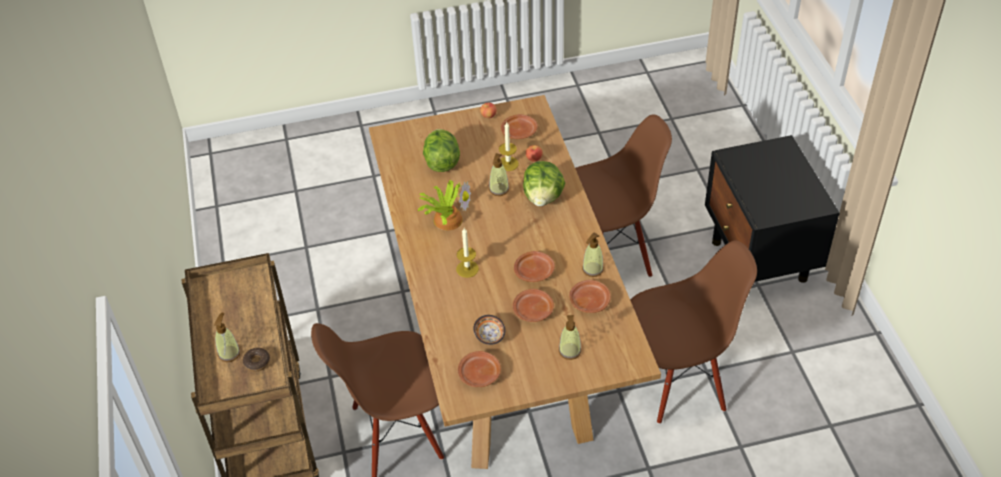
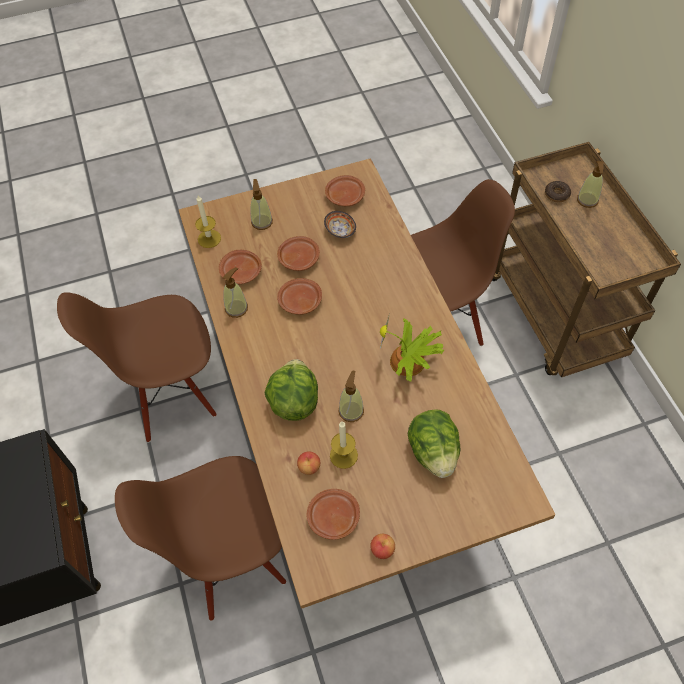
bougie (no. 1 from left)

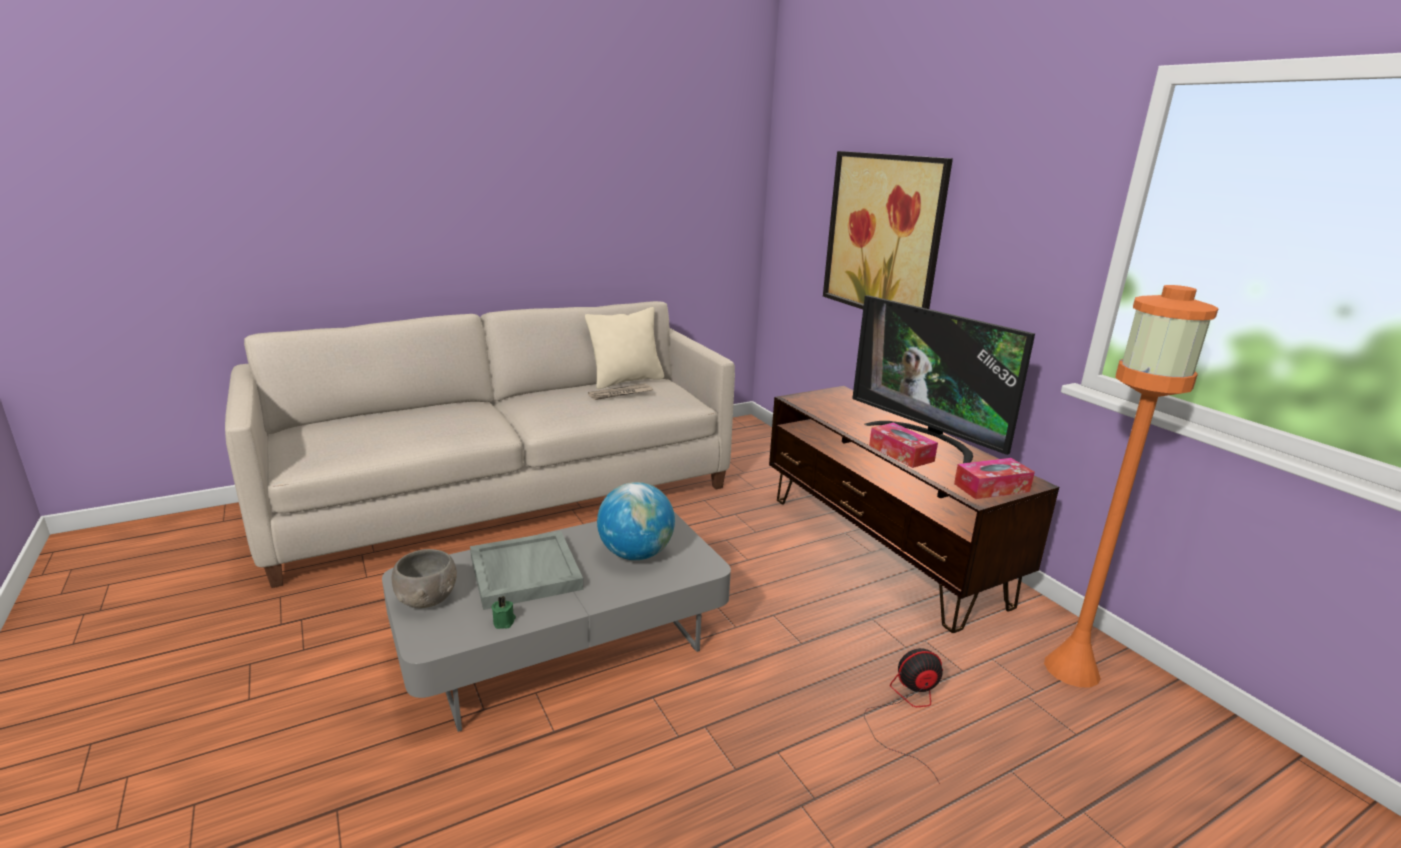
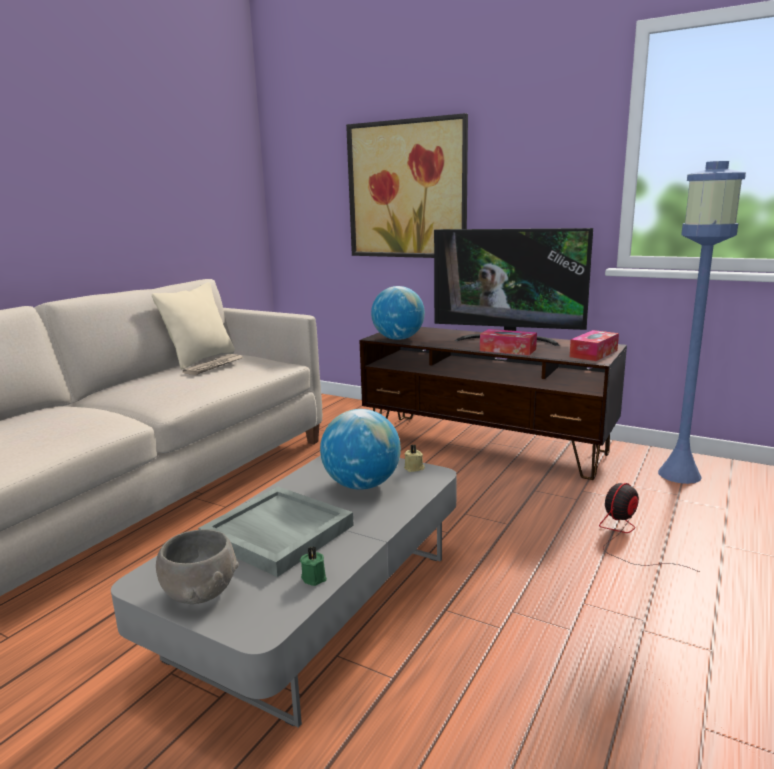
globe (no. 2 from left)
bougie/beige
lampadaire/bleu

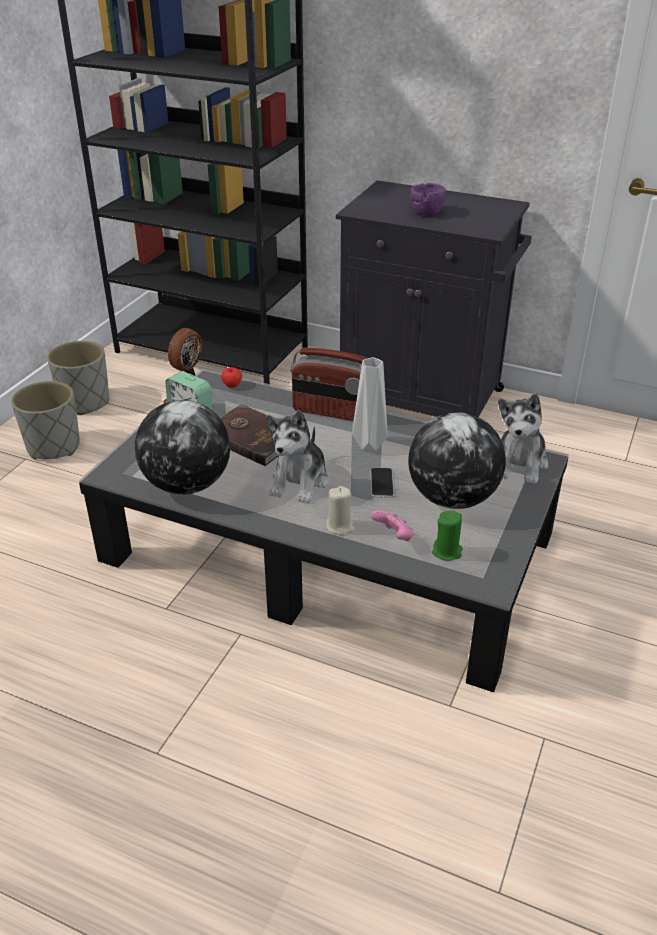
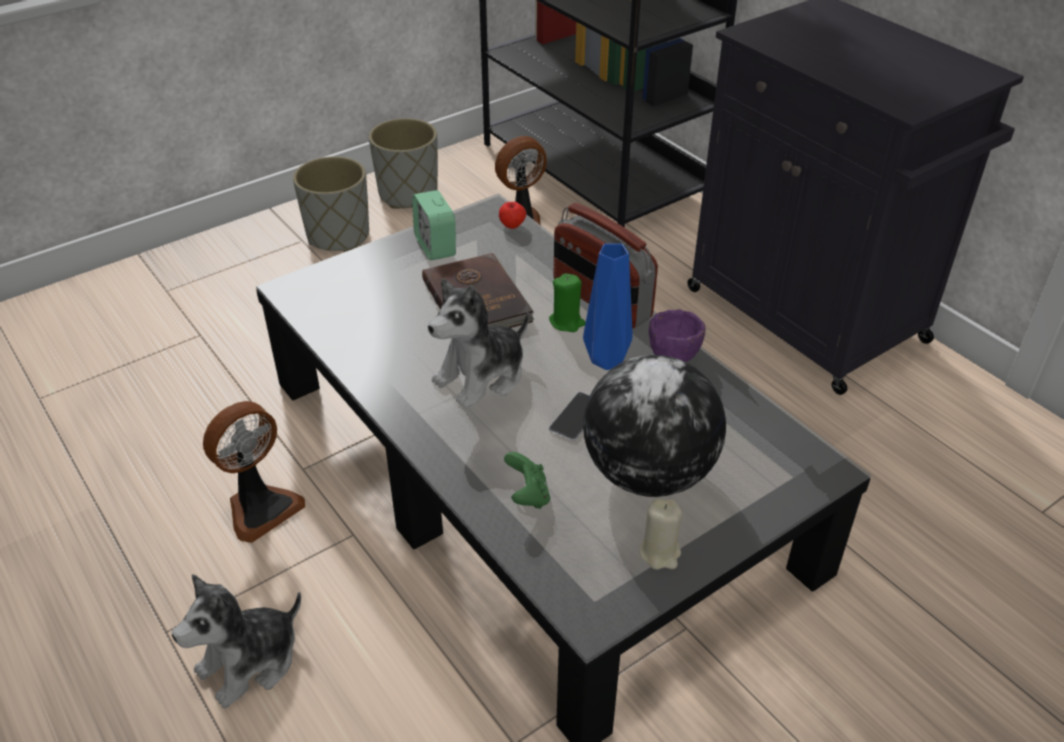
peluche (no. 1 from left)
ventilateur (no. 1 from left)
manette/vert
bougie/vert
vase/bleu
bougie/beige
bol/violet
globe (no. 1 from left in the first image)

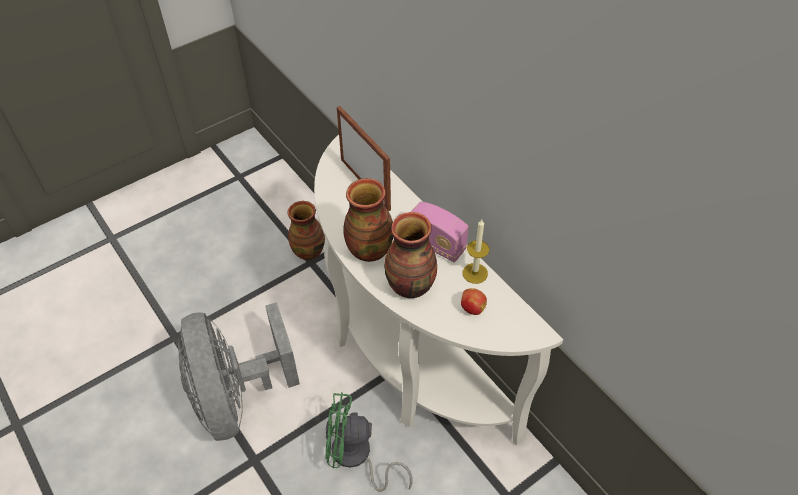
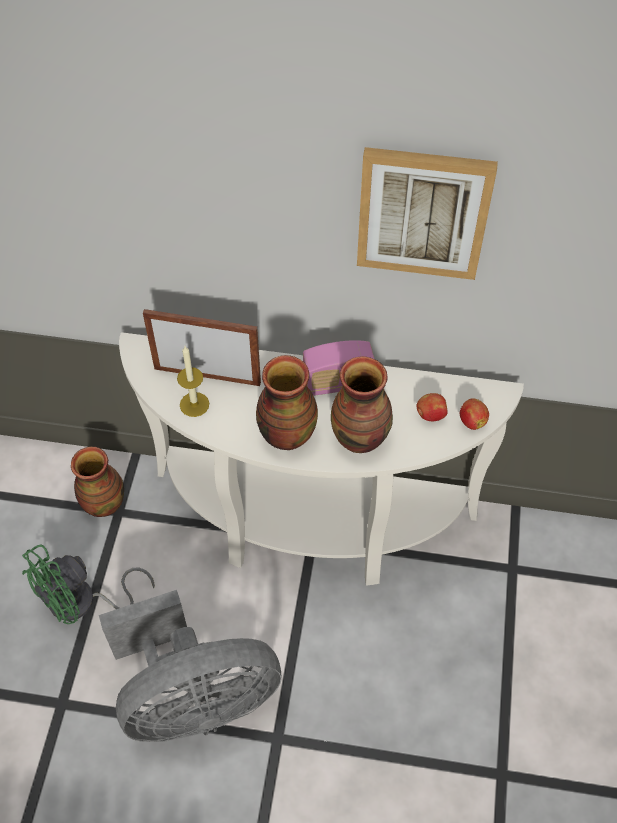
ventilateur/vert
ventilateur/gris
bougie
tableau
pomme (no. 2 from left)

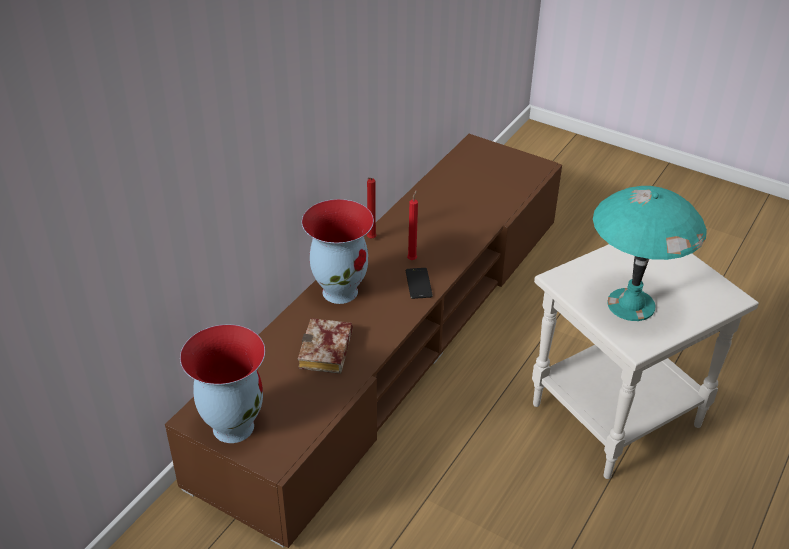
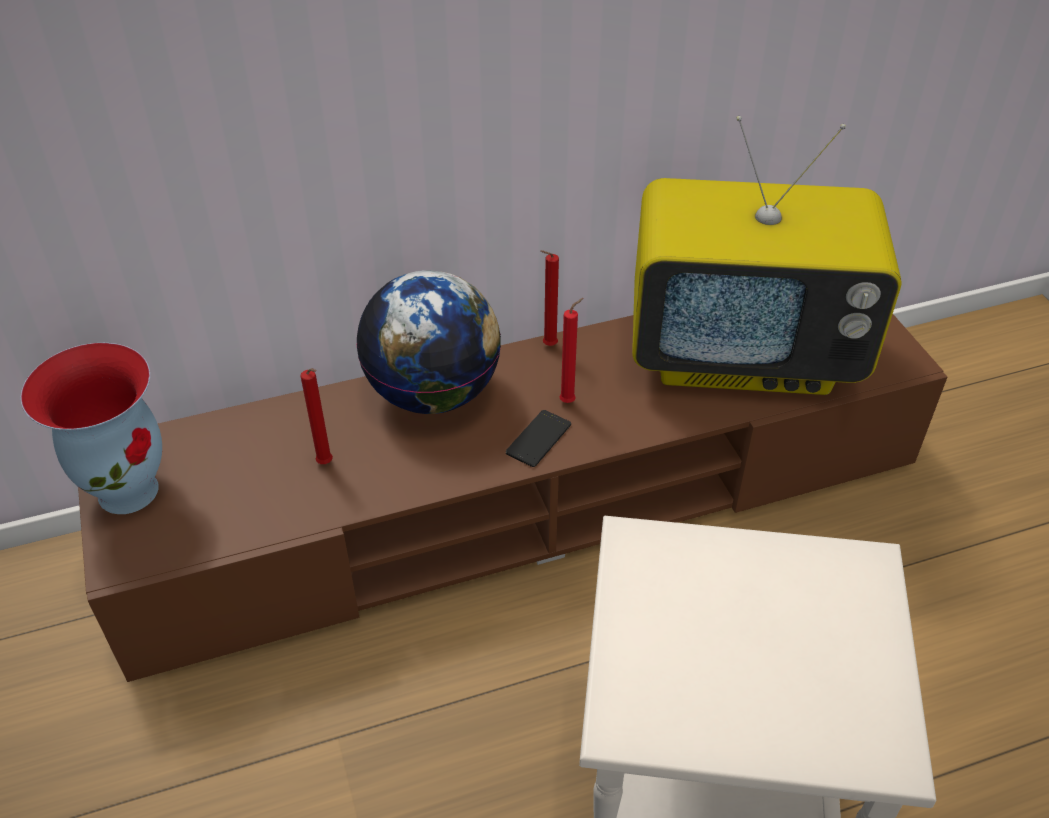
bougie/rouge (no. 1 from left)
globe
téléviseur
lampe de table/turquoise

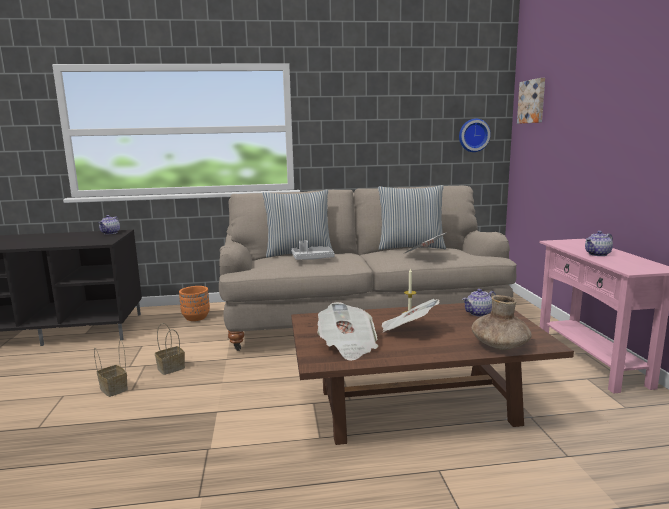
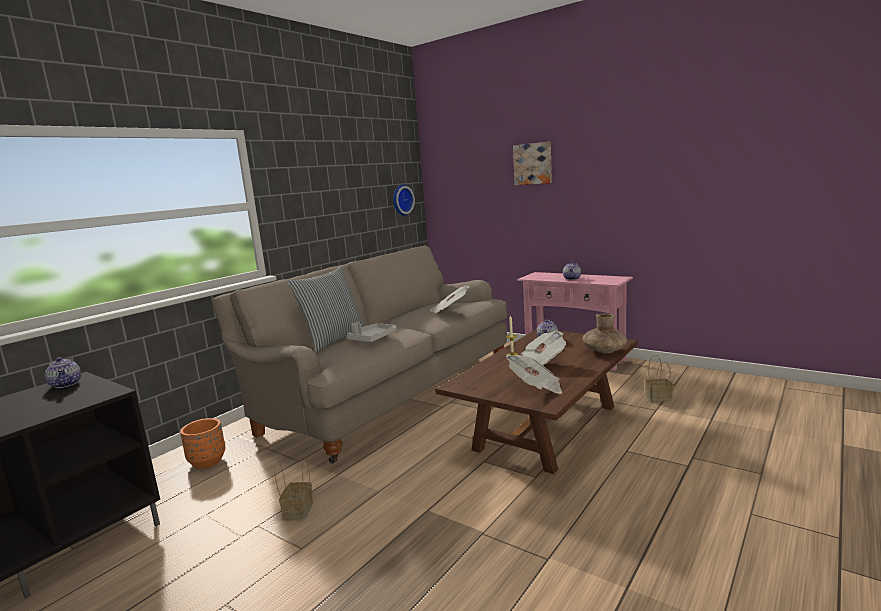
tableau
panier (no. 2 from left)
coussin (no. 2 from left in the first image)

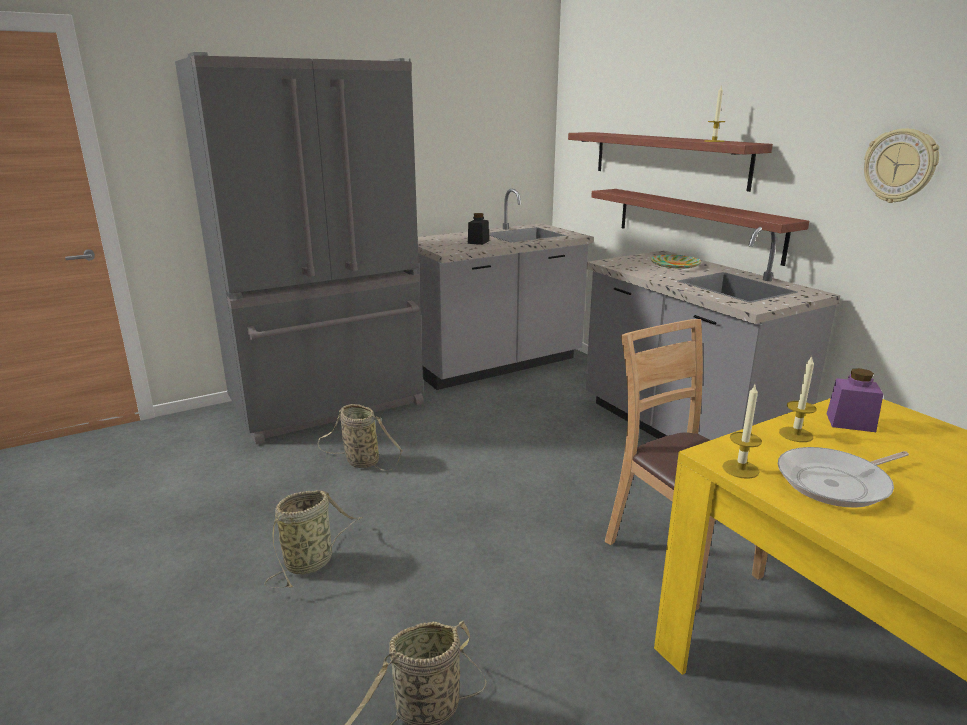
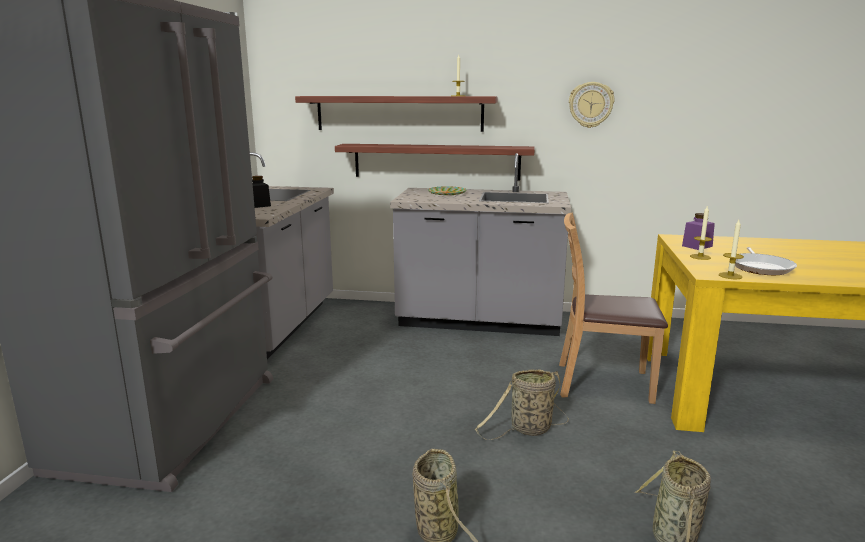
panier (no. 2 from left)

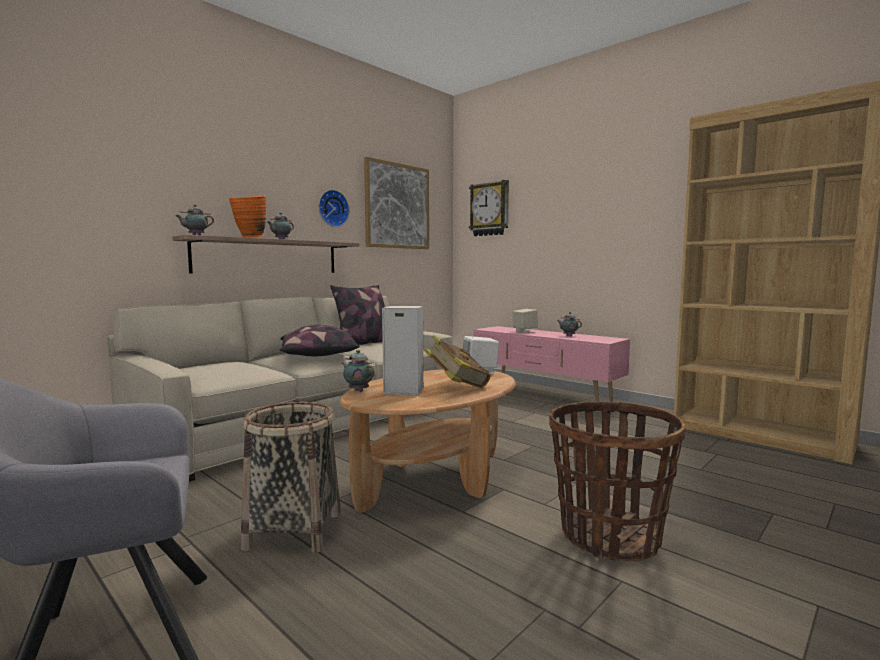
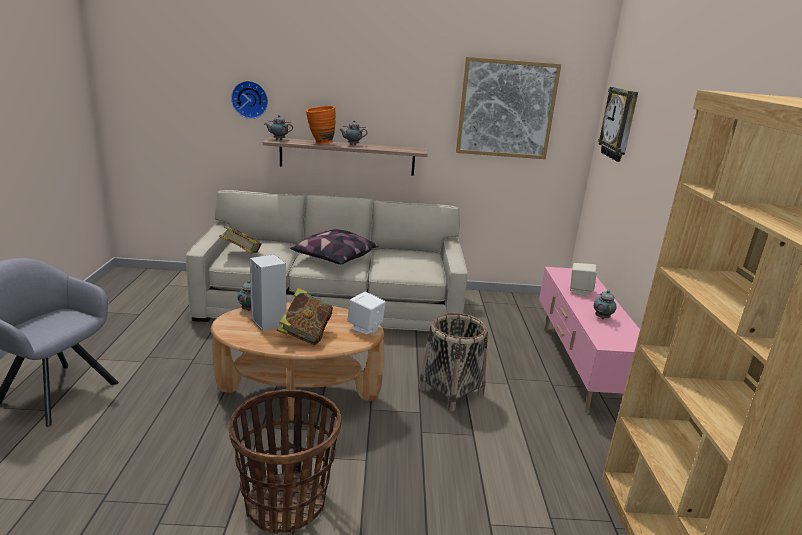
livre (no. 1 from left)
horloge murale (no. 1 from left)
panier (no. 2 from left)
coussin (no. 2 from left in the first image)

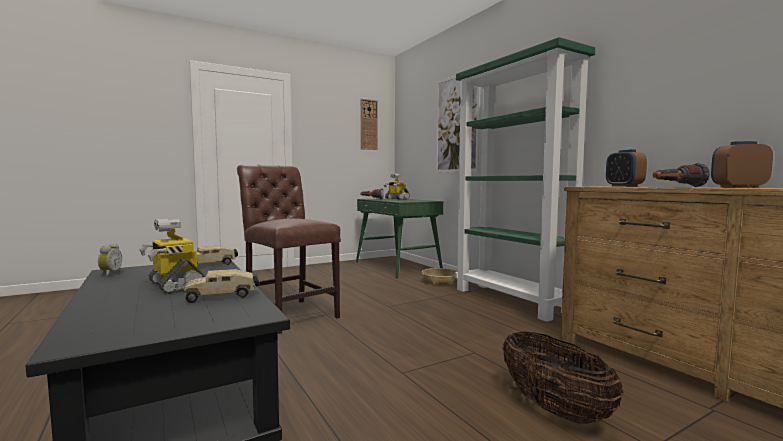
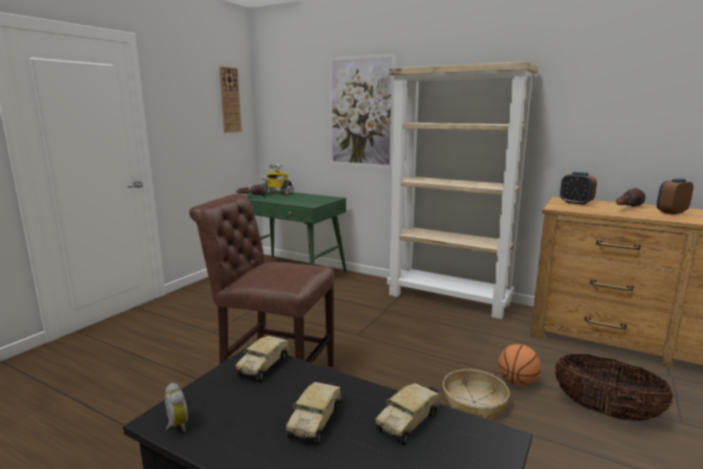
camion jouet (no. 2 from left)
bibliothèque/beige
panier (no. 1 from left)
ballon de basket

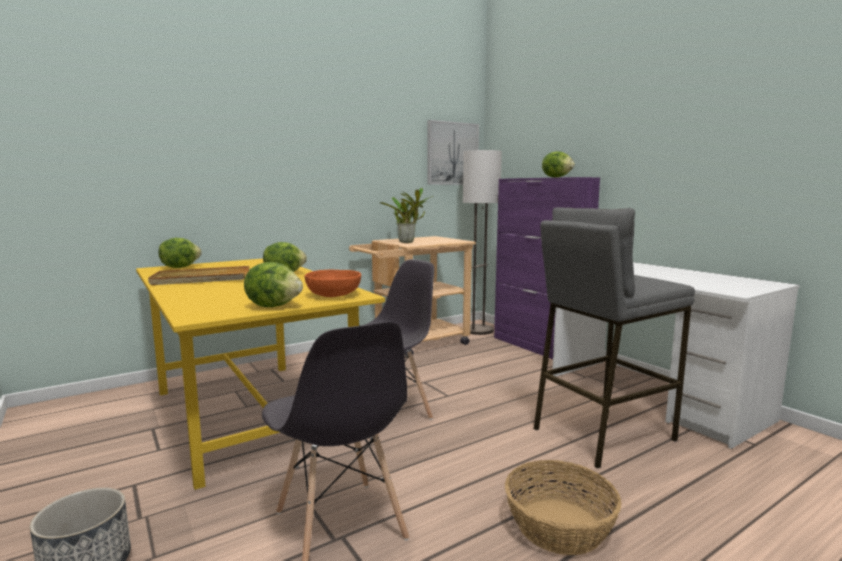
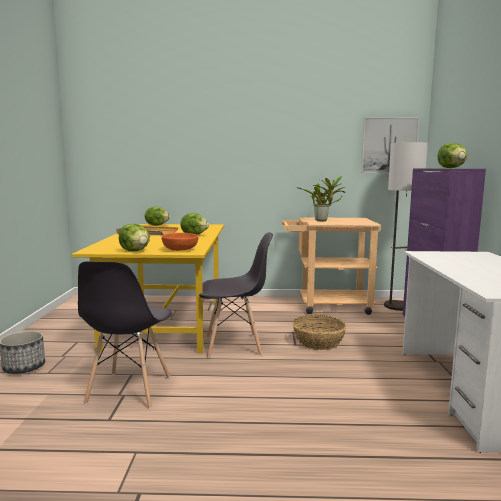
panier
tabouret/gris

